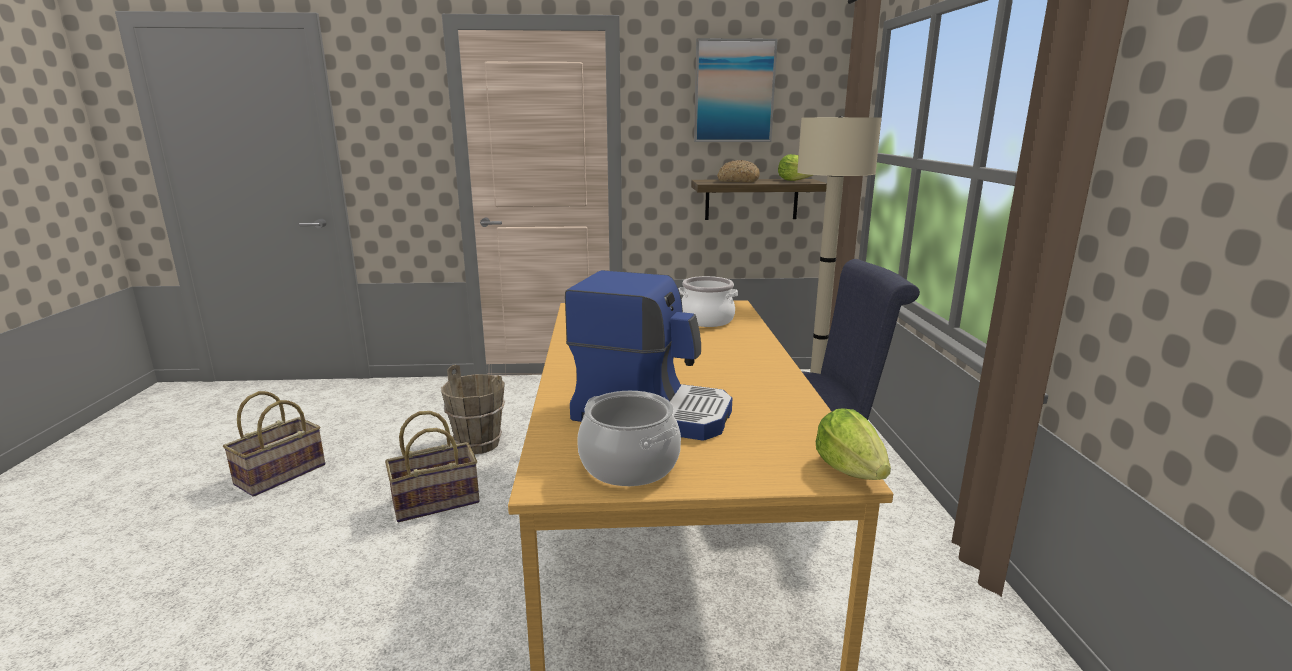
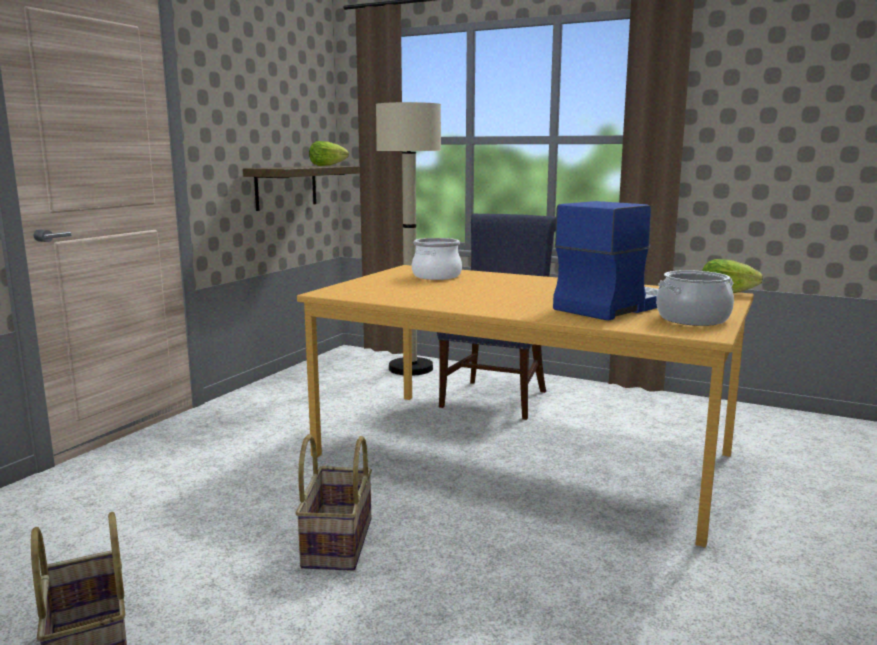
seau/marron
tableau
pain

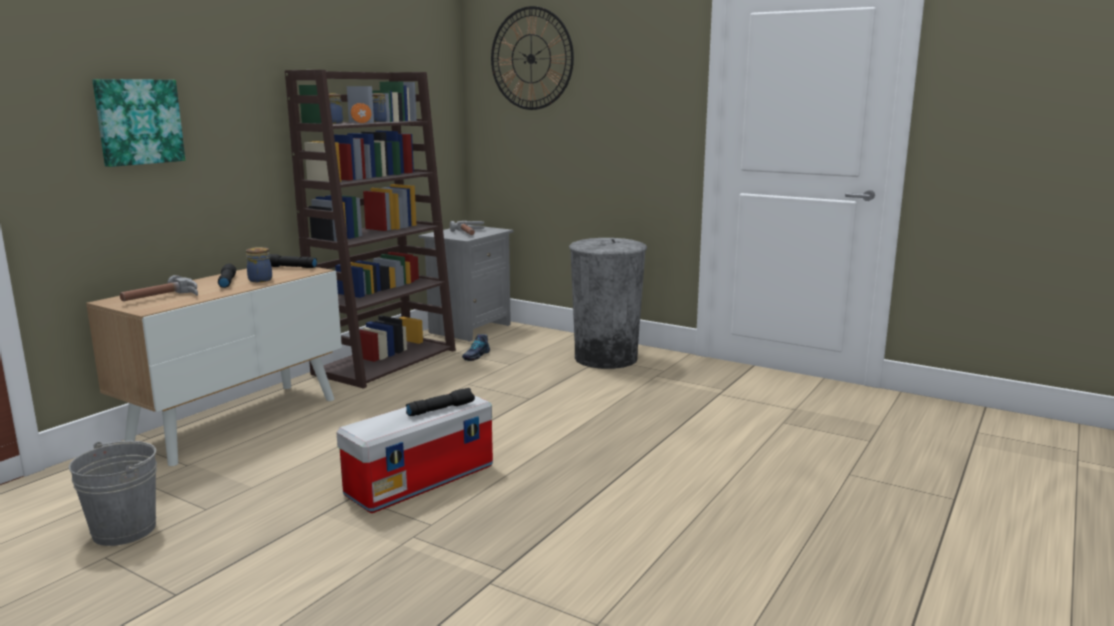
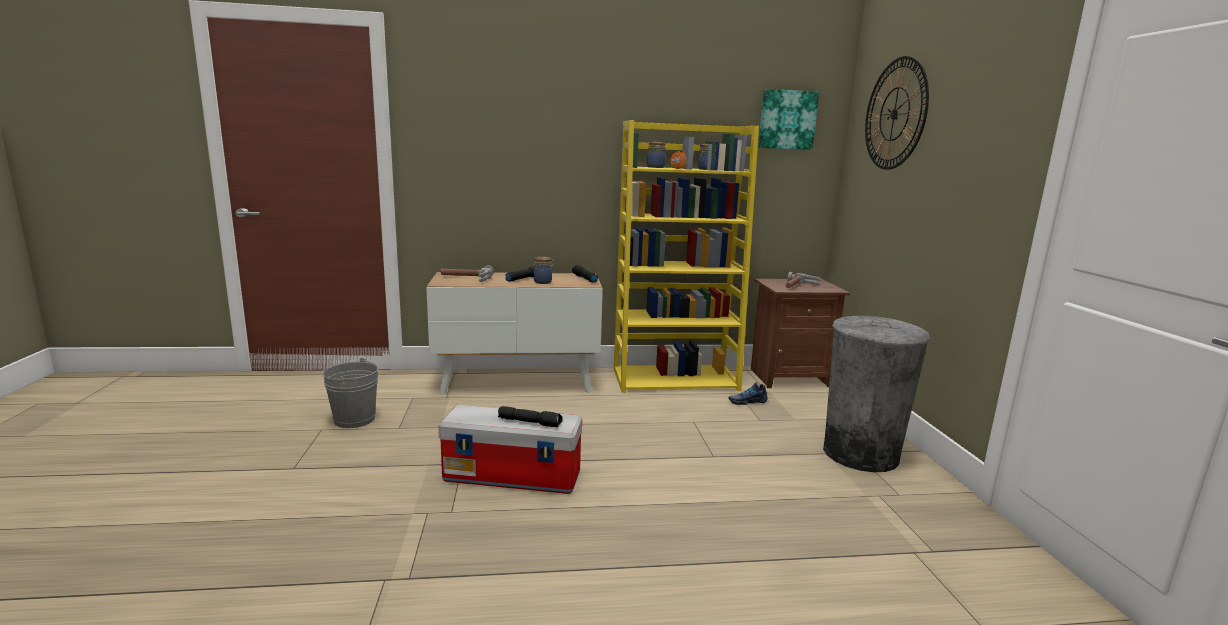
bibliothèque/jaune
table de chevet/marron
tableau

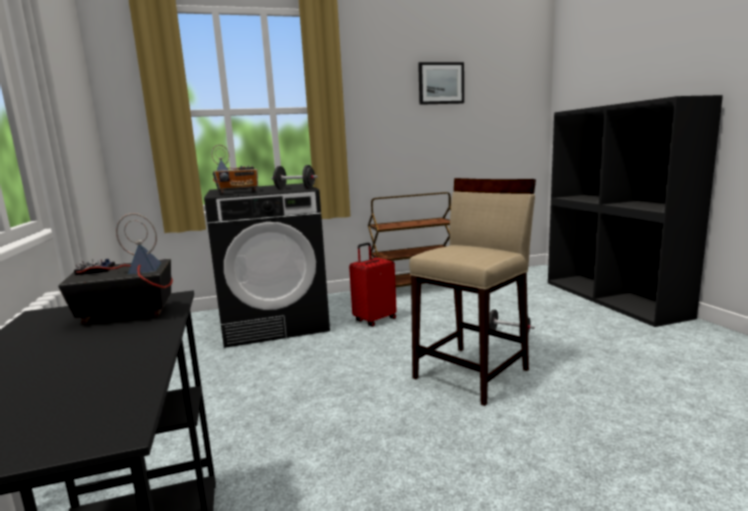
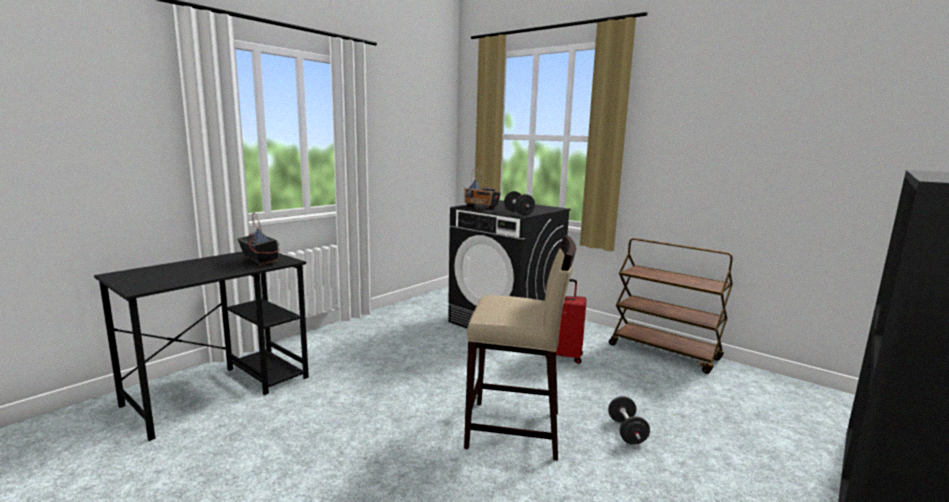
tableau

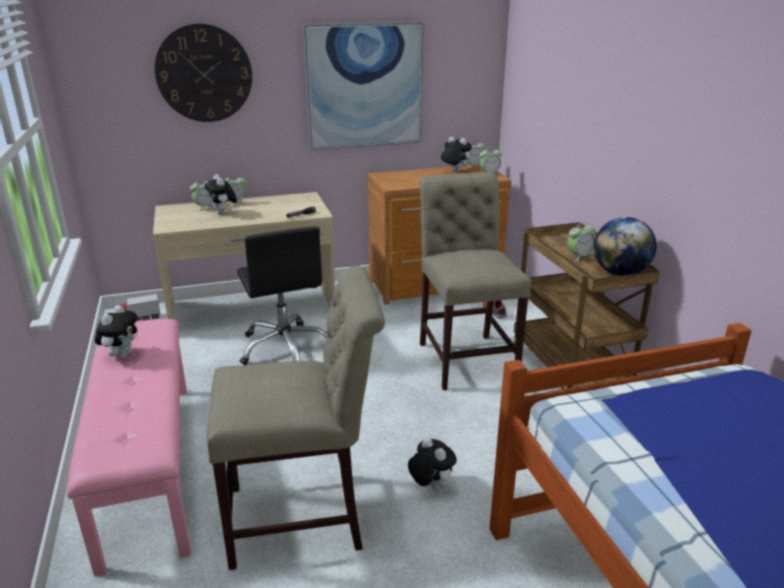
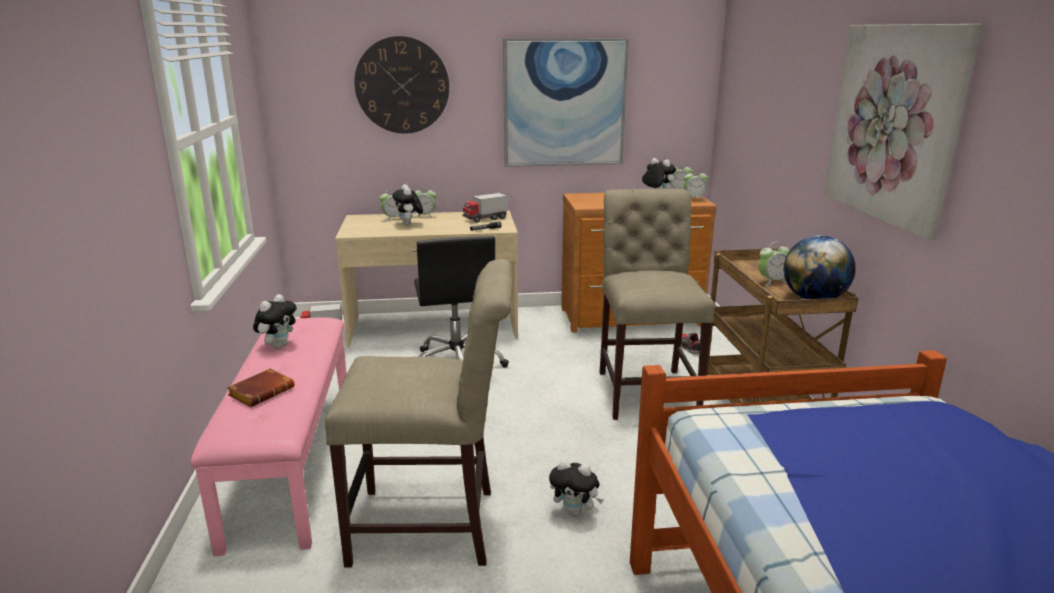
livre/marron
camion jouet (no. 2 from left)
peluche (no. 3 from left)
tableau (no. 2 from left)

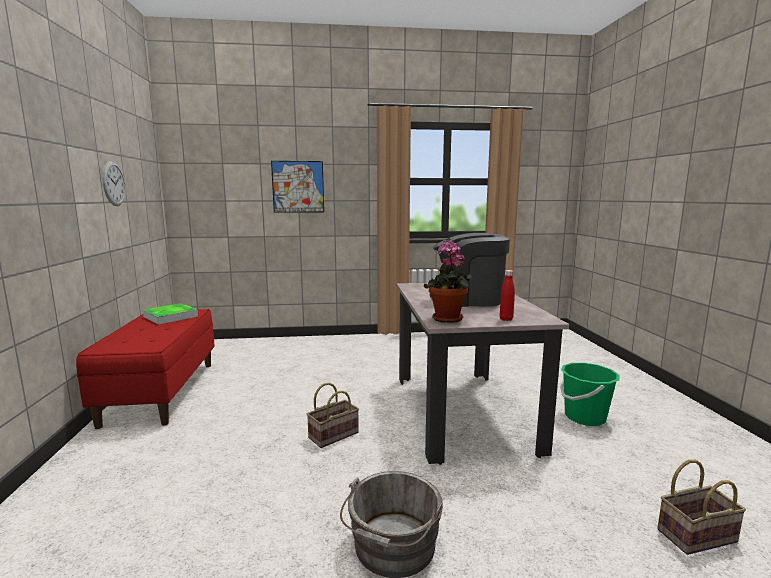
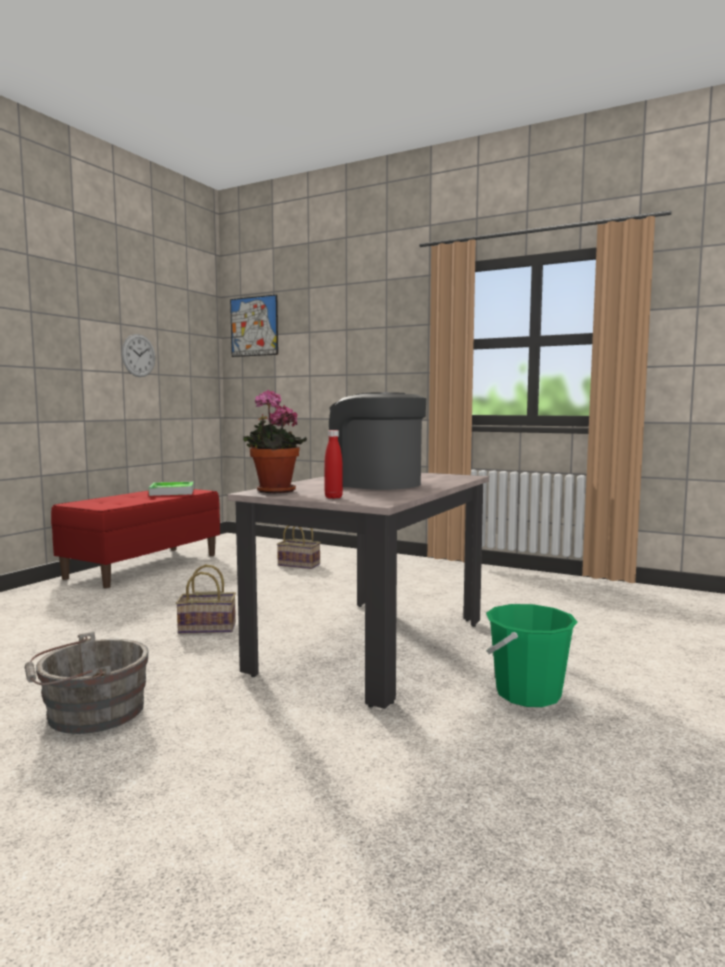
tableau
panier (no. 2 from left)

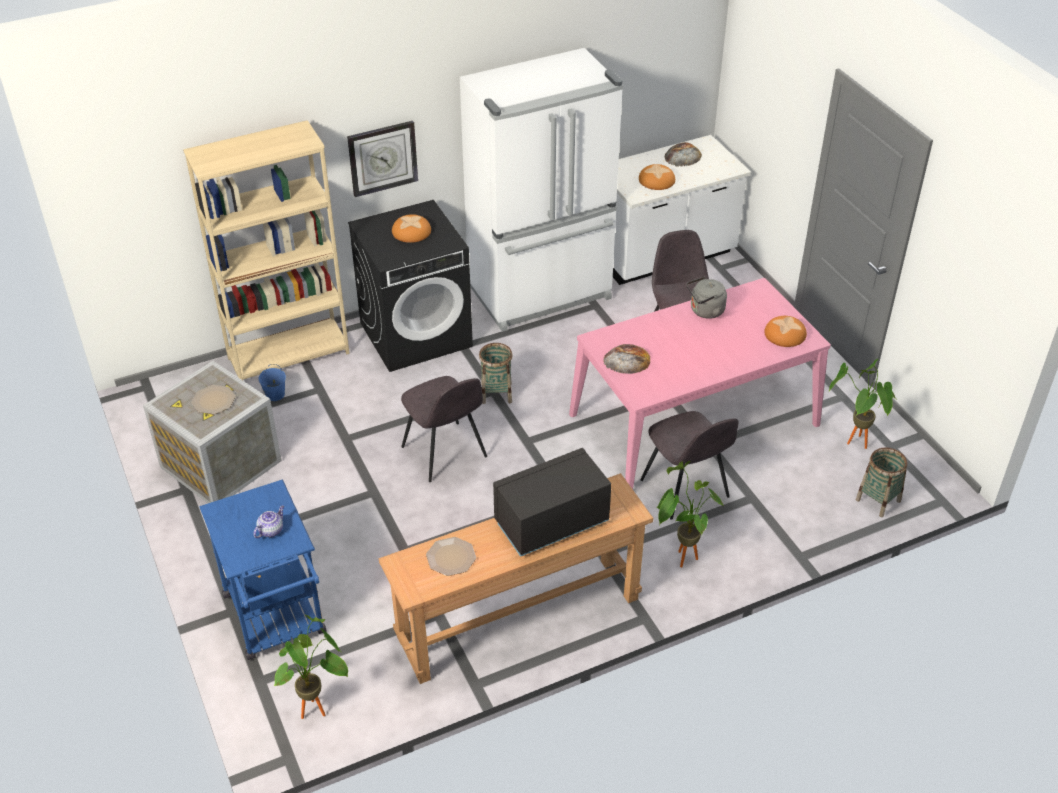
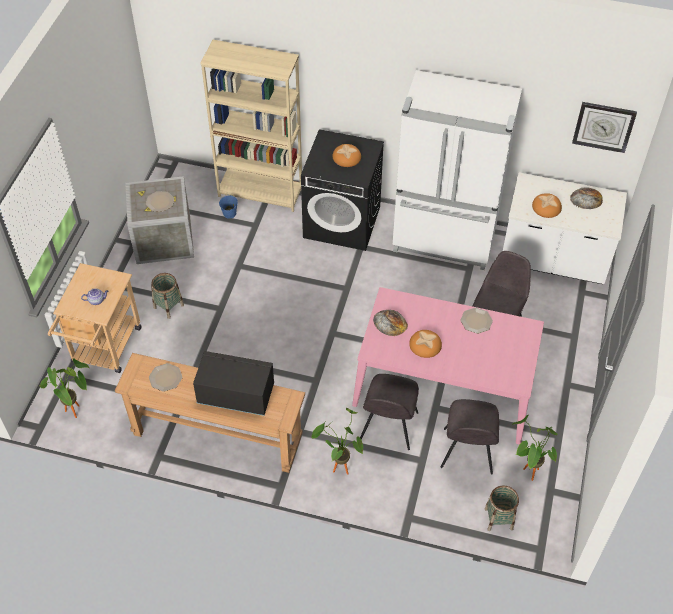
chariot/beige
panier (no. 1 from left)
pain (no. 3 from left)
chaise/gris (no. 2 from left)
assiette (no. 3 from left)
horloge murale

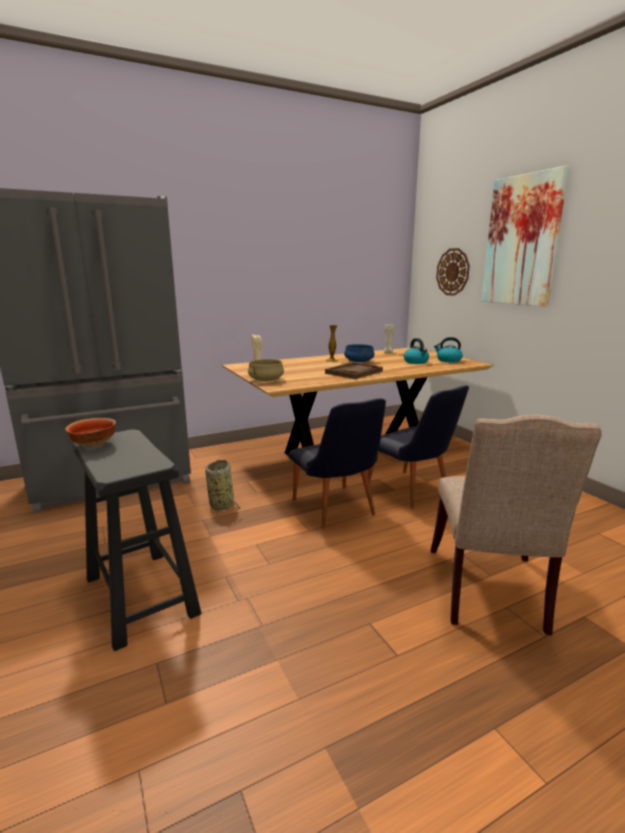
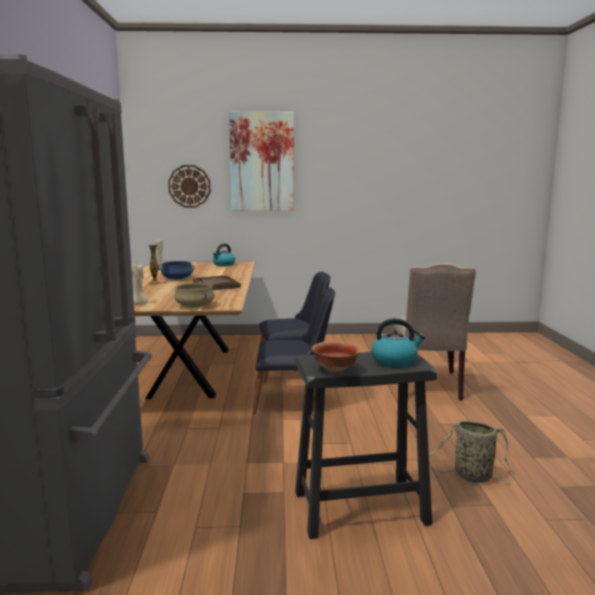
bouilloire (no. 2 from left)
chaise/beige
panier

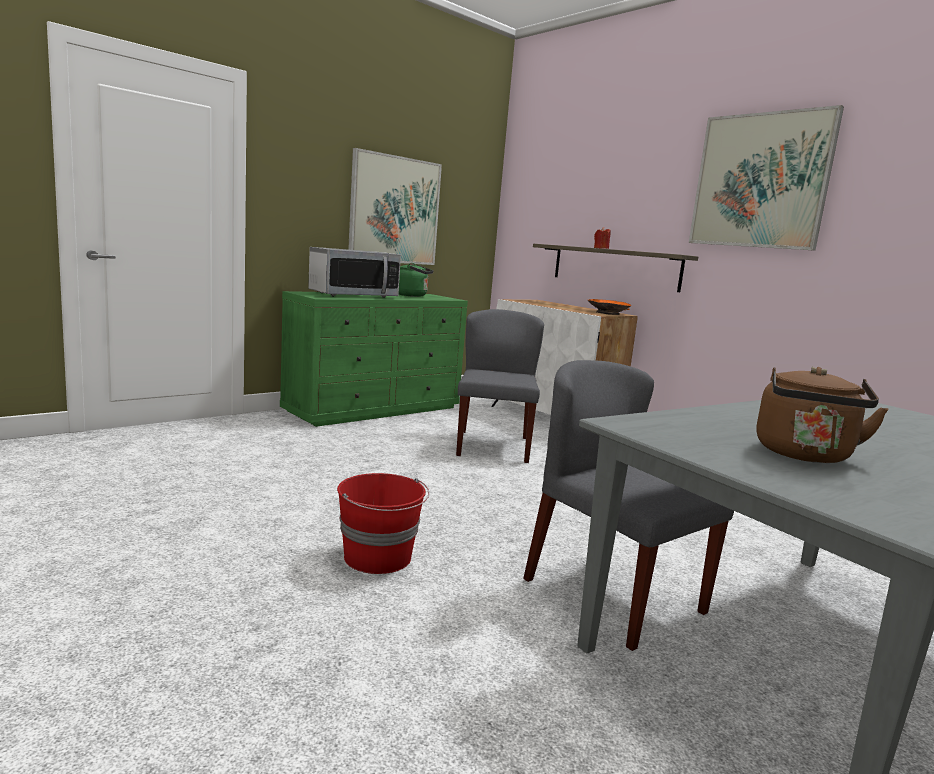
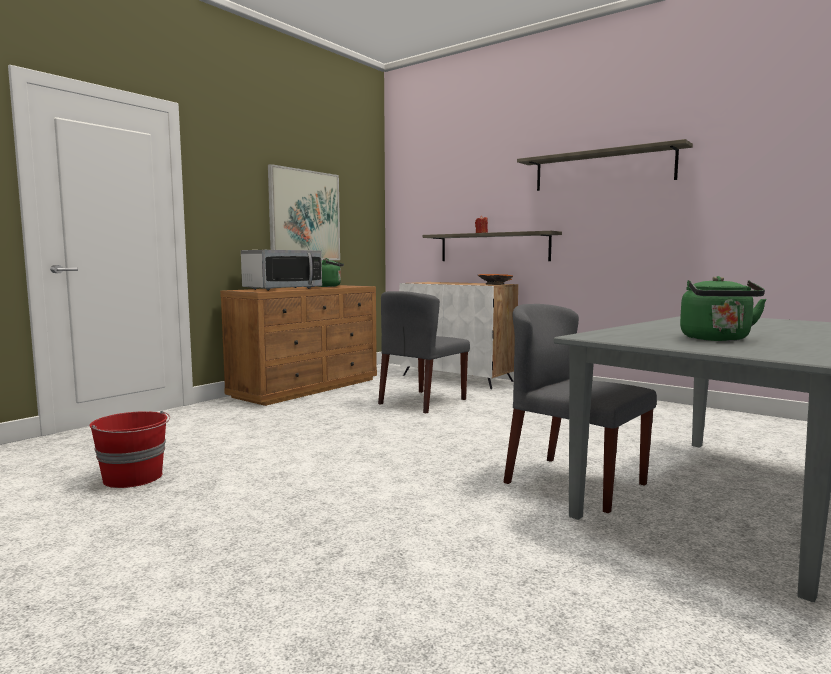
seau/rouge
commode/marron
chaise/gris (no. 1 from left)
étagère (no. 2 from left)
bouilloire/vert (no. 2 from left)

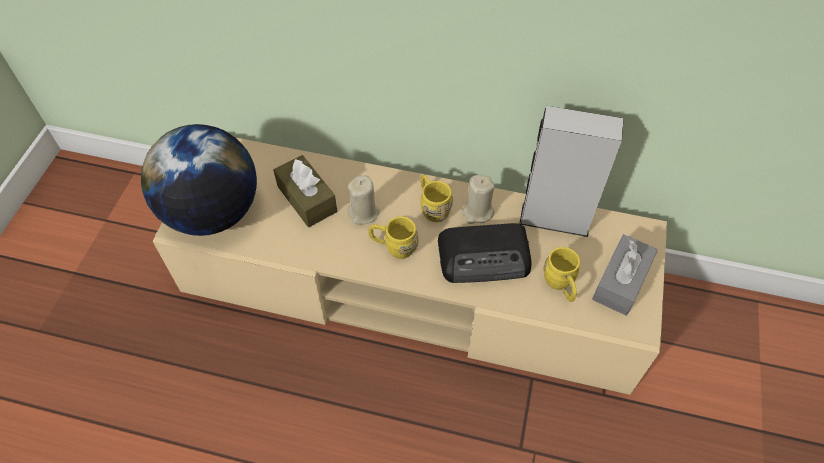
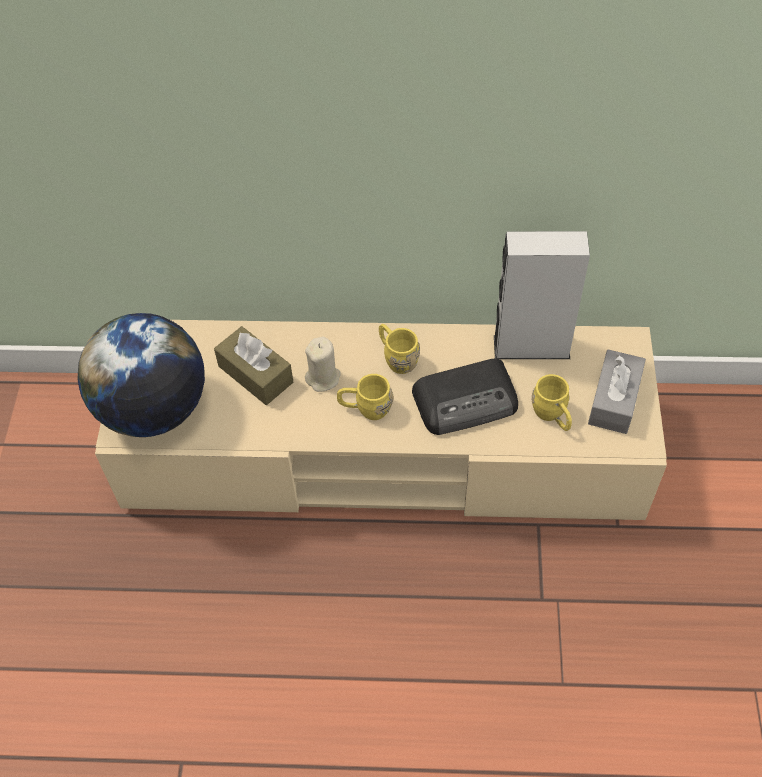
bougie/beige (no. 2 from left in the first image)

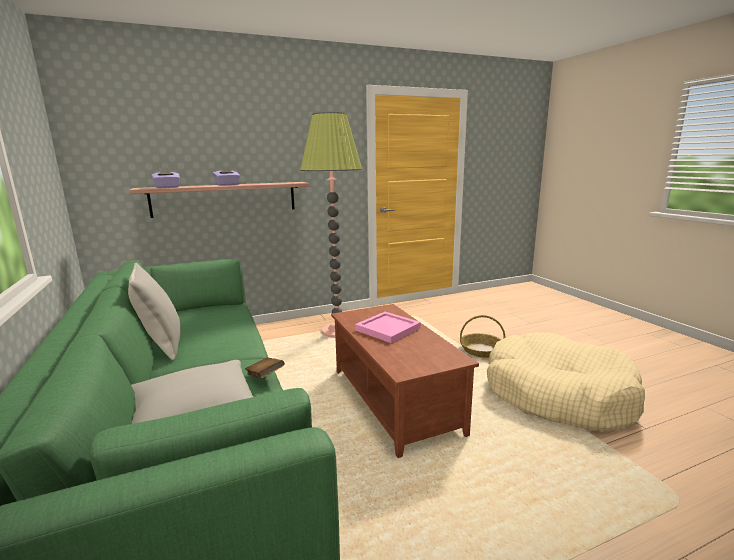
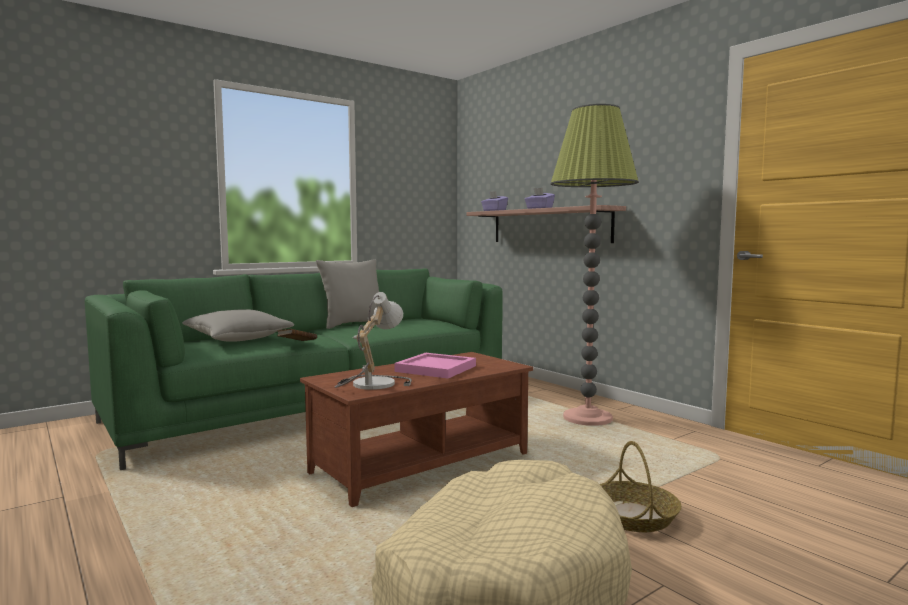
lampe de table

